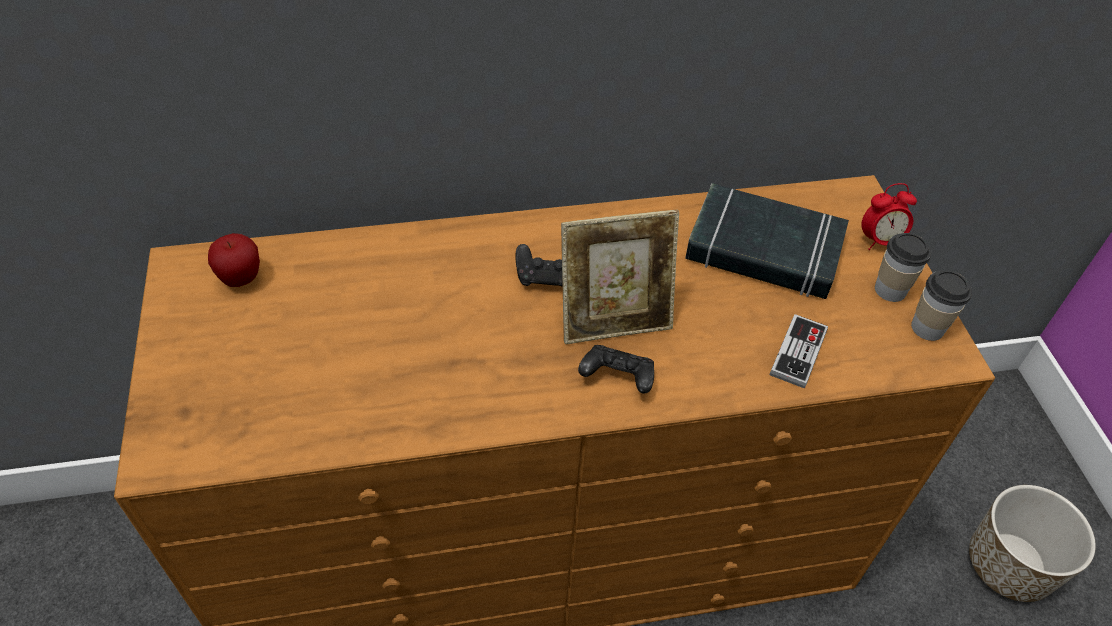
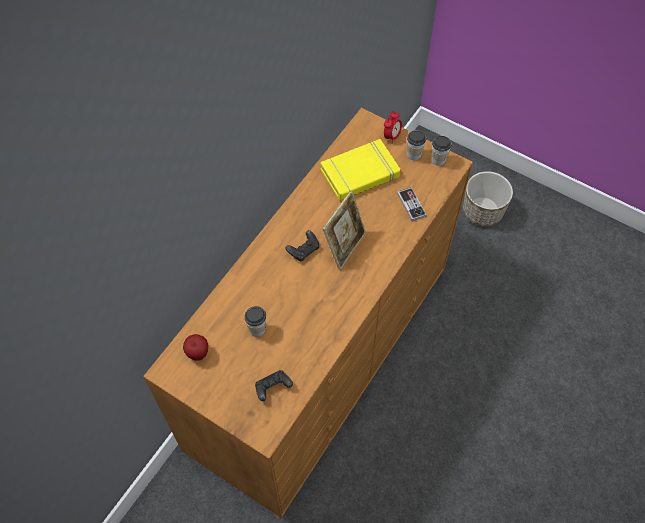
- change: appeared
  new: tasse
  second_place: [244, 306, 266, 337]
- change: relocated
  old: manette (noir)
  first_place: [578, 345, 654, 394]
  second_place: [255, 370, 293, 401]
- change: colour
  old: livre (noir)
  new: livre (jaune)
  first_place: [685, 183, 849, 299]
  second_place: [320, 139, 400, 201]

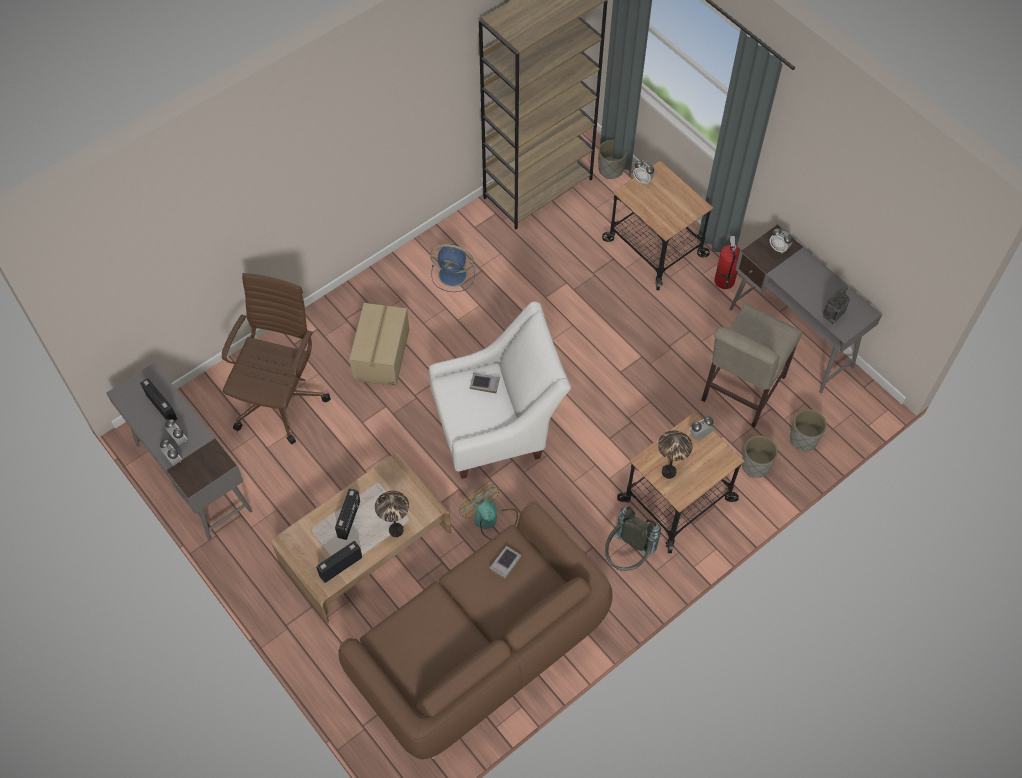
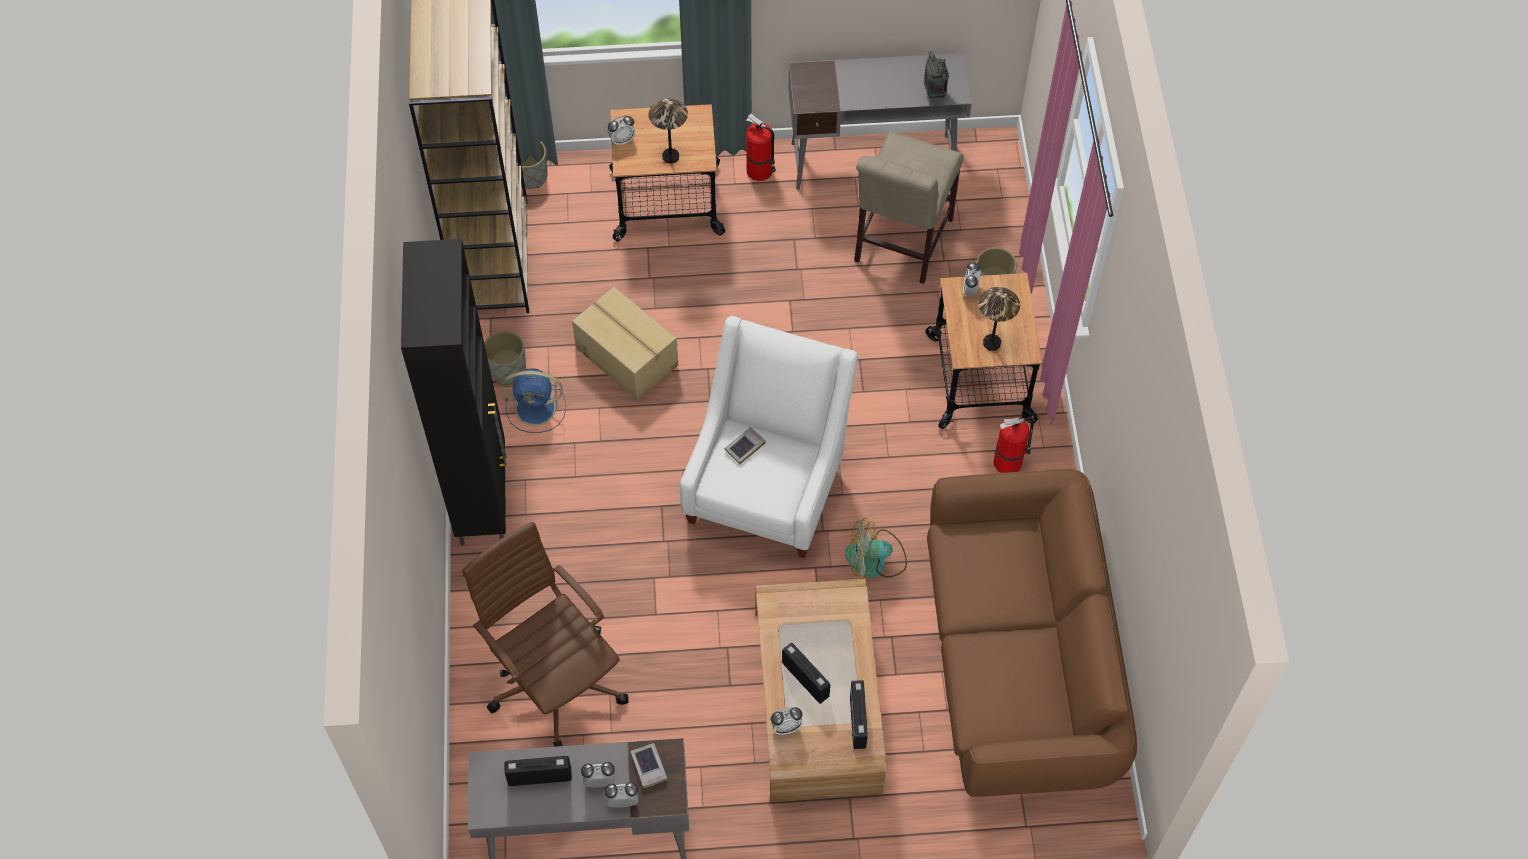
- change: appeared
  new: meuble de rangement (noir)
  second_place: [401, 239, 507, 545]
- change: relocated
  old: carton
  first_place: [349, 303, 409, 386]
  second_place: [572, 287, 678, 400]
- change: relocated
  old: lampe de table
  first_place: [375, 491, 409, 537]
  second_place: [649, 98, 688, 163]
- change: relocated
  old: livre
  first_place: [490, 546, 522, 579]
  second_place: [630, 743, 668, 788]
- change: relocated
  old: réveil
  first_place: [770, 228, 792, 253]
  second_place: [770, 707, 803, 735]
- change: relocated
  old: cache-pot (gris)
  first_place: [790, 409, 827, 451]
  second_place: [484, 330, 526, 384]
- change: exchanged
  old: sac à dos (gris)
  new: extincteur
  first_place: [605, 506, 661, 571]
  second_place: [994, 417, 1034, 473]
- change: spun
  old: ventilateur (bleu)
  first_place: [430, 244, 475, 292]
  second_place: [502, 368, 566, 433]
  degrees: 45
- change: spun
  old: chaise (beige)
  first_place: [701, 303, 803, 428]
  second_place: [854, 131, 963, 284]
  degrees: 45

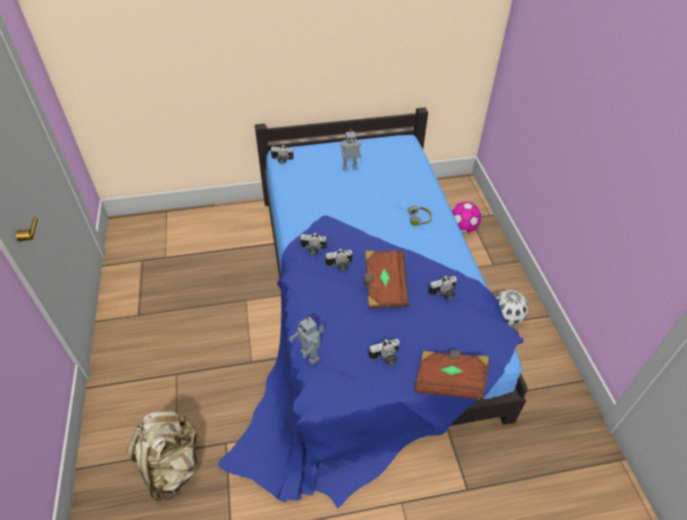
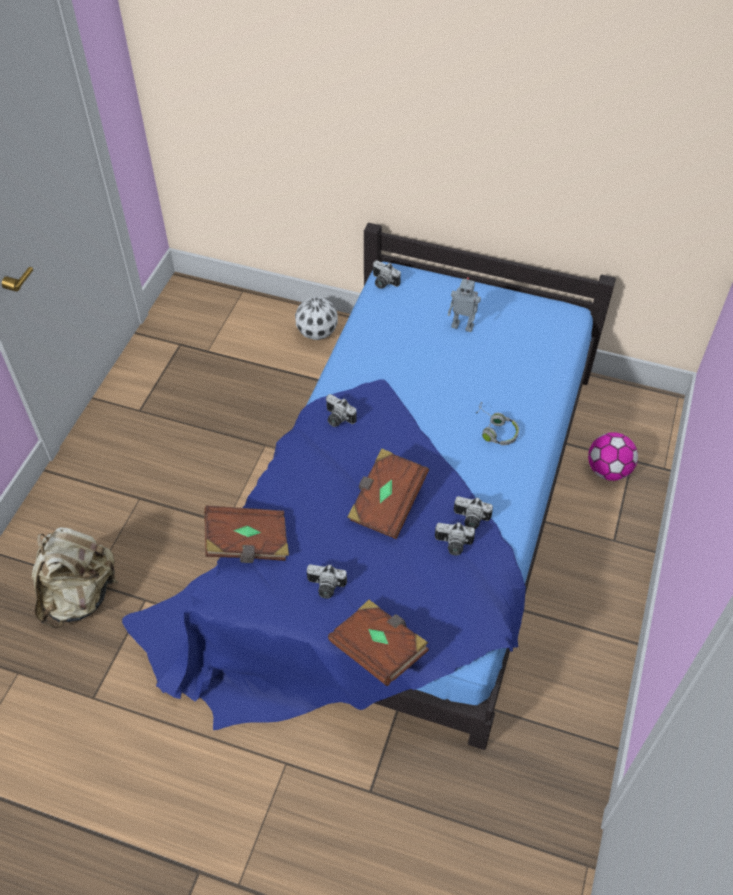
- change: relocated
  old: appareil photo
  first_place: [325, 249, 352, 272]
  second_place: [454, 496, 493, 529]
- change: relocated
  old: ballon de foot
  first_place: [495, 290, 529, 326]
  second_place: [295, 297, 338, 340]
- change: exchanged
  old: robot jouet
  new: livre (marron)
  first_place: [290, 317, 324, 365]
  second_place: [204, 505, 289, 563]

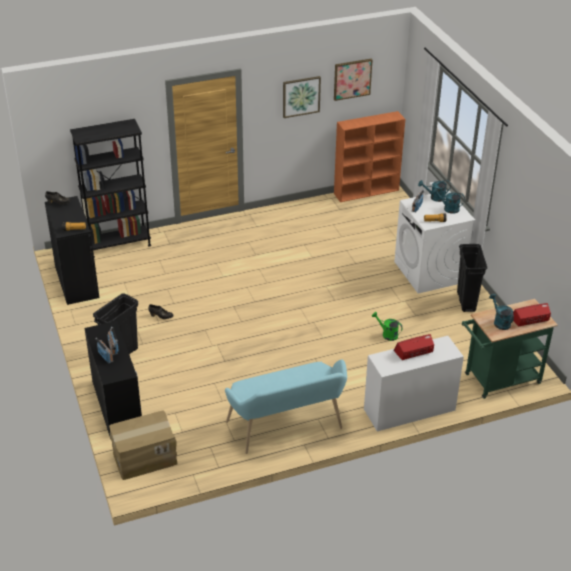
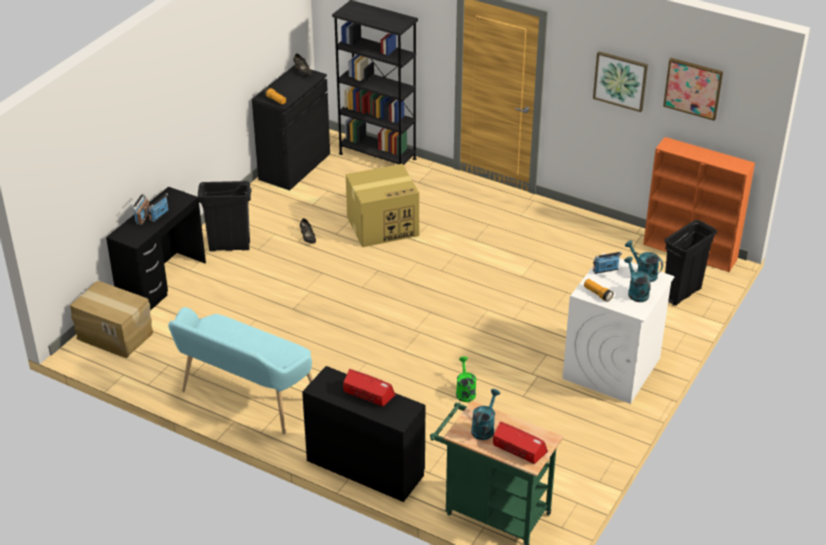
- change: appeared
  new: carton
  second_place: [346, 164, 419, 247]
- change: relocated
  old: poubelle (noir)
  first_place: [457, 244, 487, 312]
  second_place: [664, 220, 717, 306]
- change: colour
  old: bureau (blanc)
  new: bureau (noir)
  first_place: [364, 336, 464, 431]
  second_place: [302, 366, 426, 502]

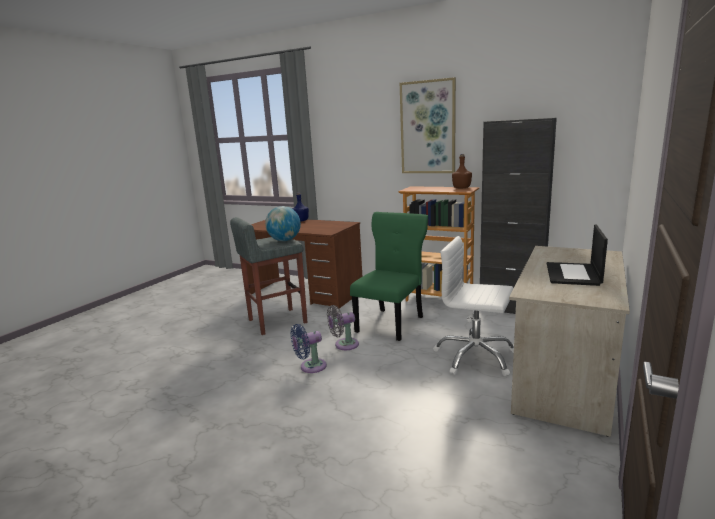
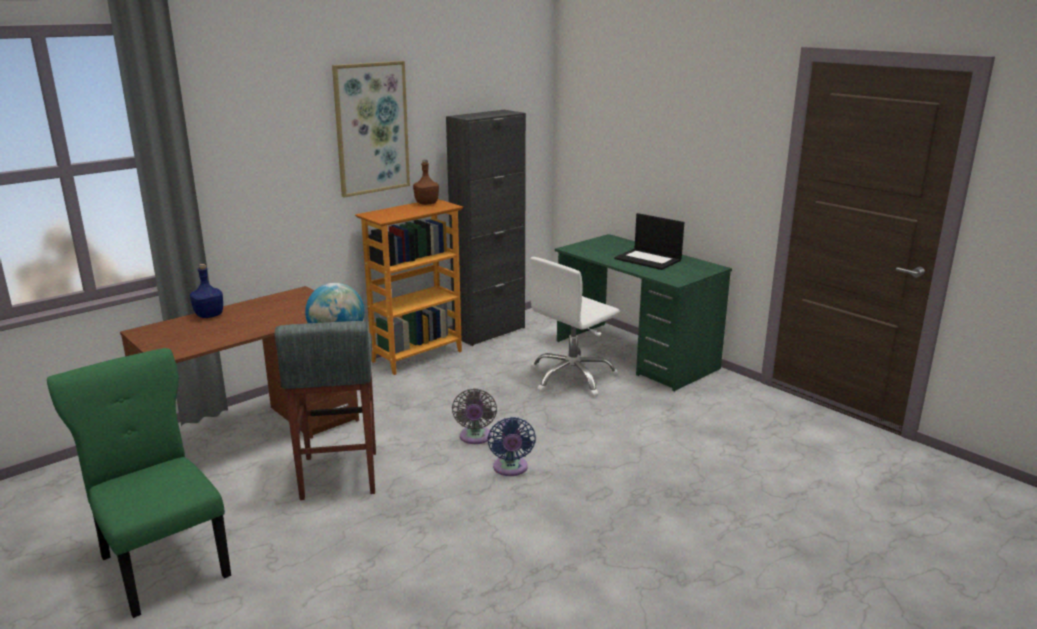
- change: relocated
  old: chaise (vert)
  first_place: [350, 212, 428, 341]
  second_place: [47, 348, 231, 618]
- change: colour
  old: bureau (beige)
  new: bureau (vert)
  first_place: [509, 246, 630, 437]
  second_place: [555, 234, 732, 391]

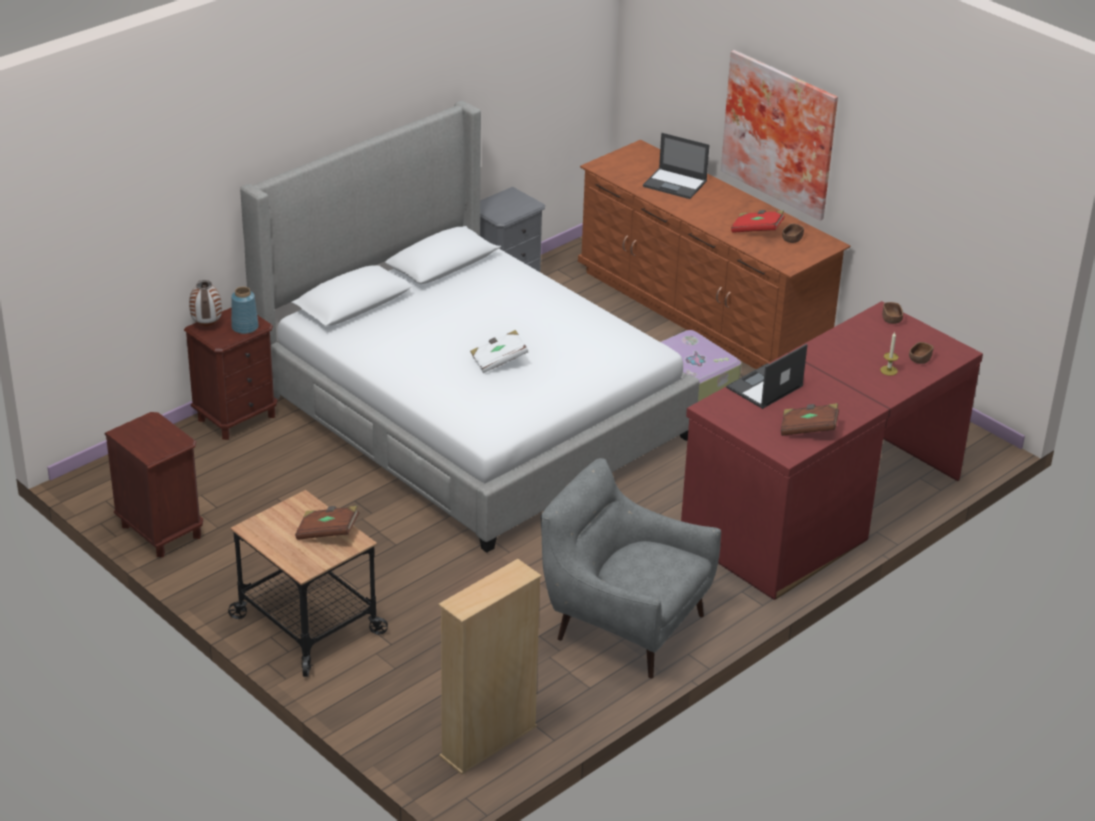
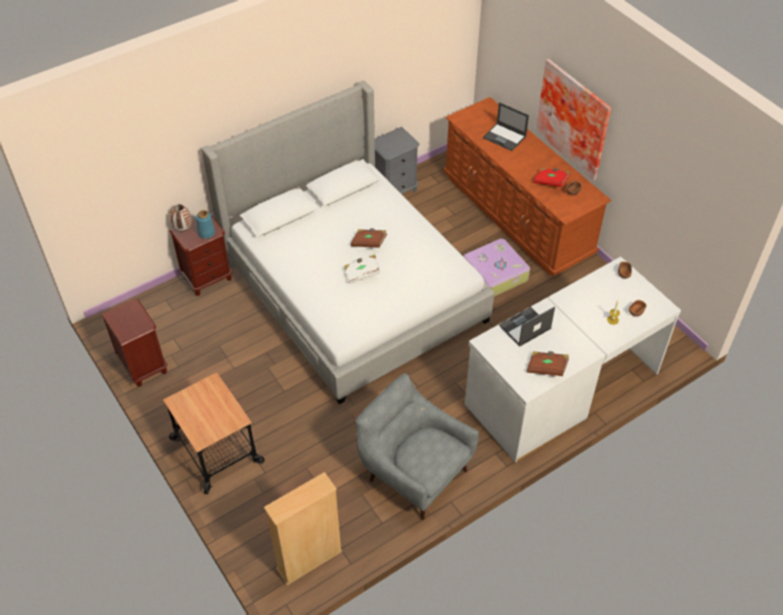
- change: relocated
  old: livre (marron)
  first_place: [295, 506, 359, 540]
  second_place: [350, 228, 387, 248]
- change: colour
  old: bureau (rouge)
  new: bureau (blanc)
  first_place: [681, 301, 983, 600]
  second_place: [465, 257, 681, 463]

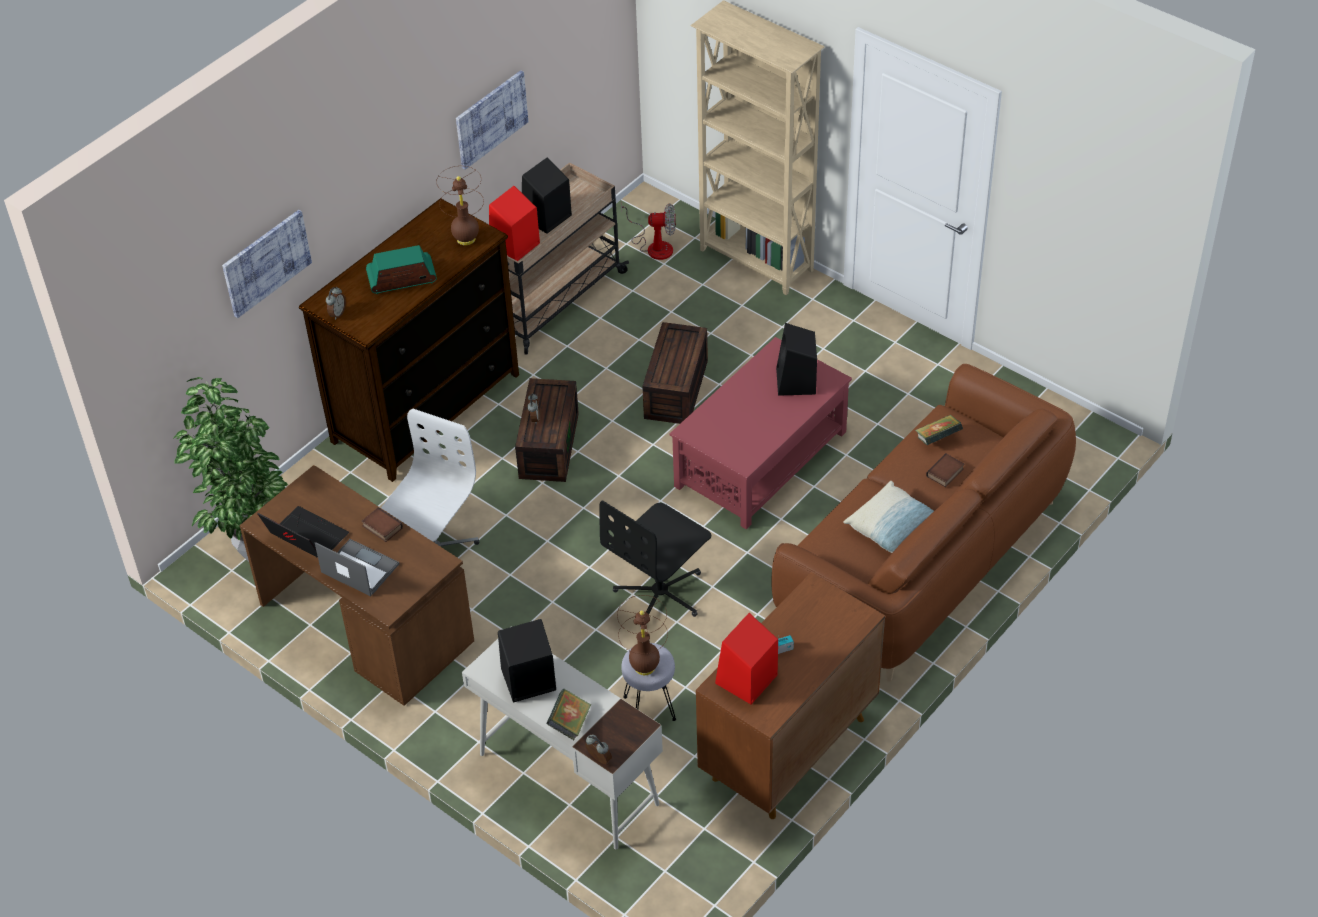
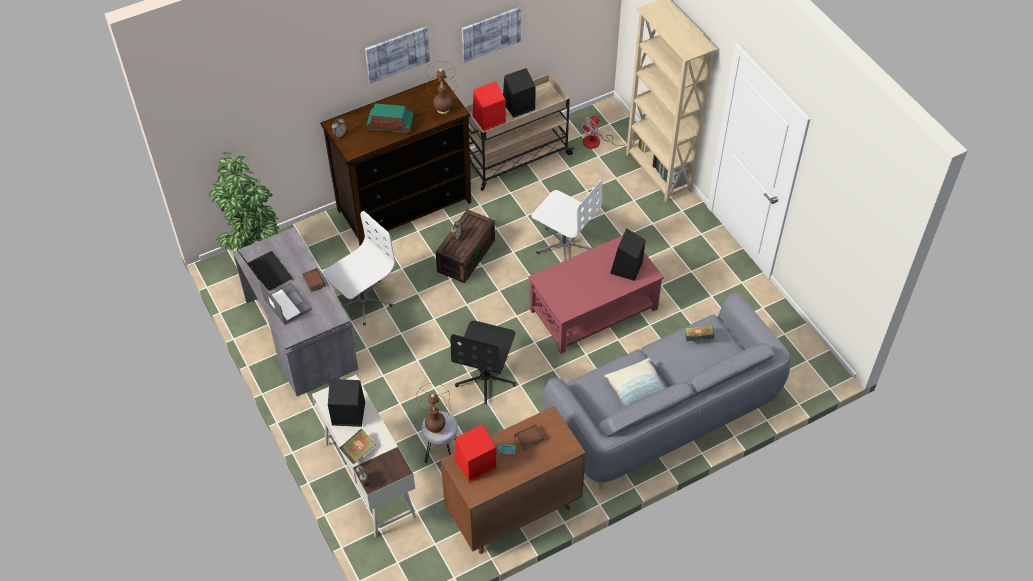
- change: relocated
  old: tableau
  first_place: [222, 210, 312, 318]
  second_place: [365, 26, 430, 84]
- change: relocated
  old: livre
  first_place: [926, 453, 964, 487]
  second_place: [514, 425, 544, 450]
- change: exchanged
  old: boîte de rangement (marron)
  new: chaise de bureau (blanc)
  first_place: [642, 322, 708, 424]
  second_place: [531, 180, 602, 261]
- change: colour
  old: bureau (marron)
  new: bureau (gris)
  first_place: [240, 465, 474, 706]
  second_place: [233, 227, 358, 396]
- change: colour
  old: canapé (marron)
  new: canapé (gris)
  first_place: [771, 364, 1076, 682]
  second_place: [543, 293, 791, 489]
- change: spun
  old: chaise de bureau (noir)
  first_place: [599, 500, 711, 626]
  second_place: [450, 321, 516, 404]
  degrees: -45
- change: spun
  old: ventilateur
  first_place: [621, 200, 676, 260]
  second_place: [579, 116, 634, 149]
  degrees: 105

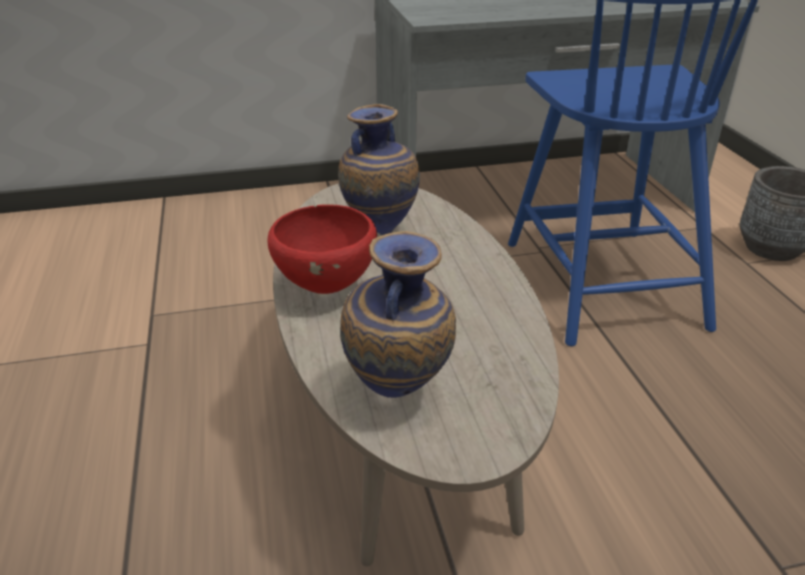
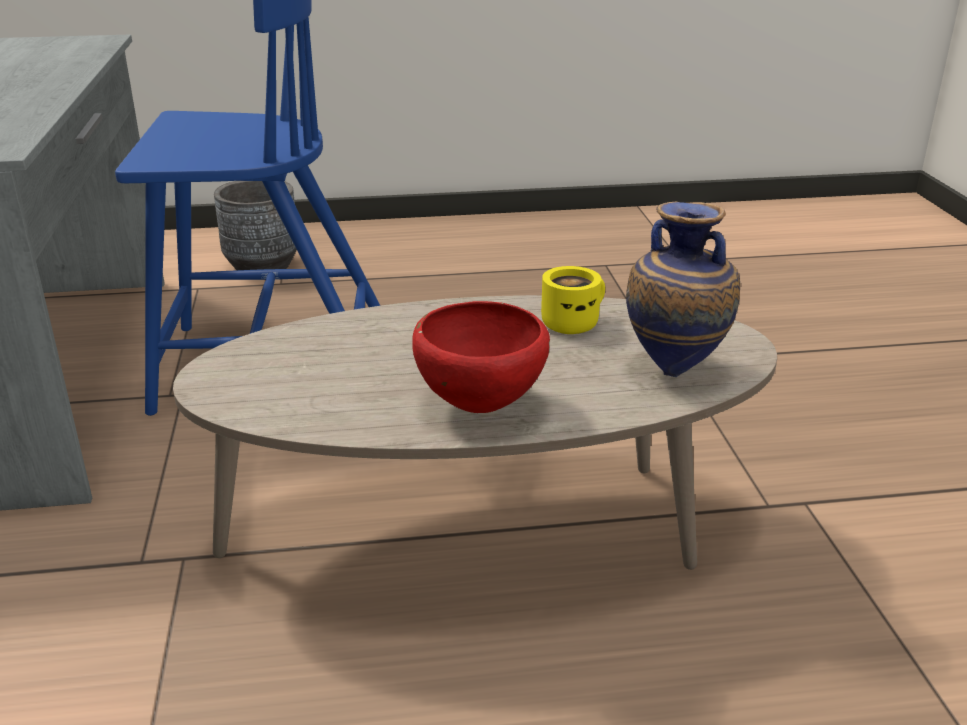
- change: missing
  old: vase
  first_place: [338, 104, 420, 236]
- change: appeared
  new: mug (jaune)
  second_place: [541, 266, 605, 334]

